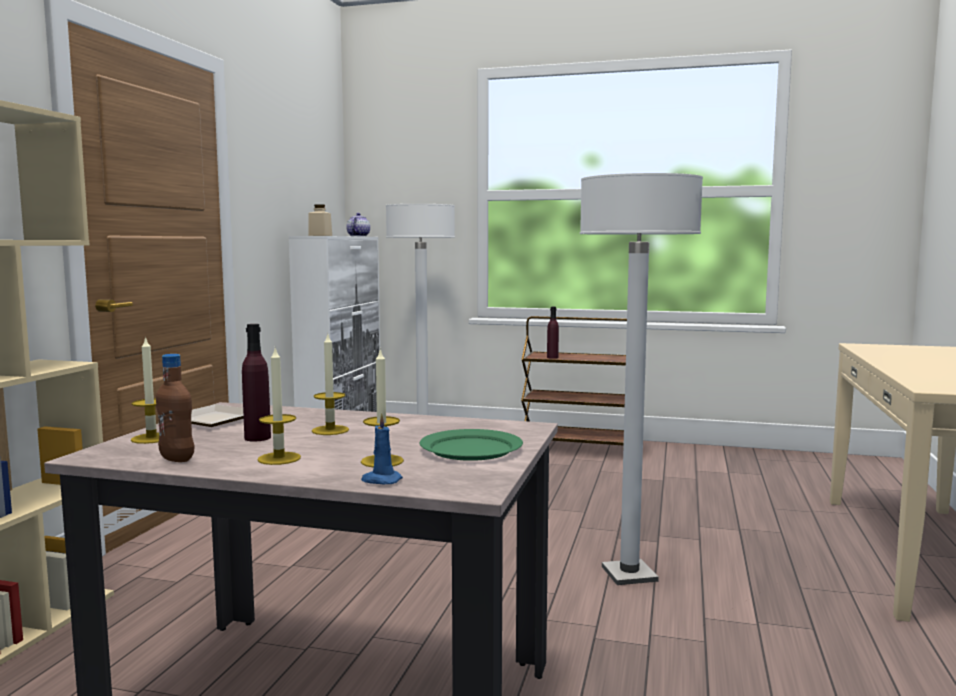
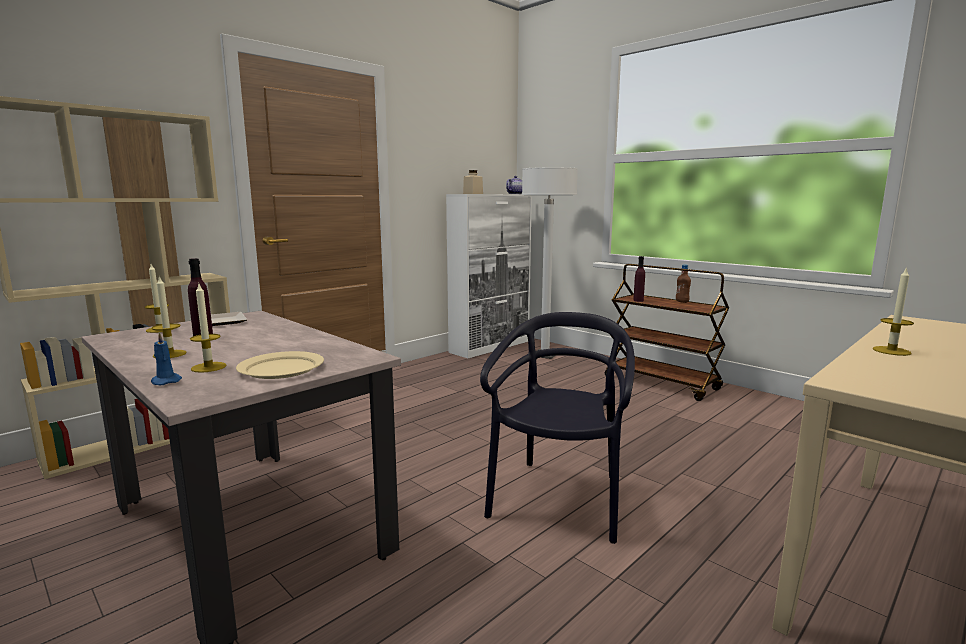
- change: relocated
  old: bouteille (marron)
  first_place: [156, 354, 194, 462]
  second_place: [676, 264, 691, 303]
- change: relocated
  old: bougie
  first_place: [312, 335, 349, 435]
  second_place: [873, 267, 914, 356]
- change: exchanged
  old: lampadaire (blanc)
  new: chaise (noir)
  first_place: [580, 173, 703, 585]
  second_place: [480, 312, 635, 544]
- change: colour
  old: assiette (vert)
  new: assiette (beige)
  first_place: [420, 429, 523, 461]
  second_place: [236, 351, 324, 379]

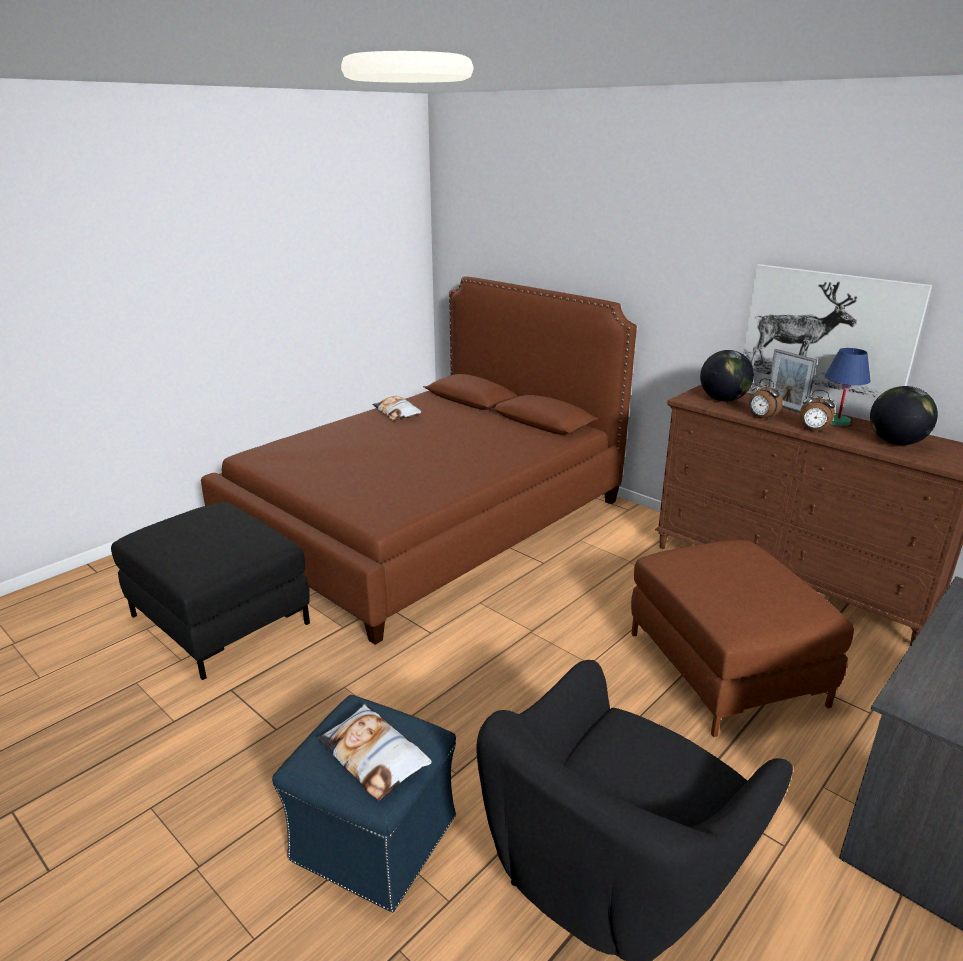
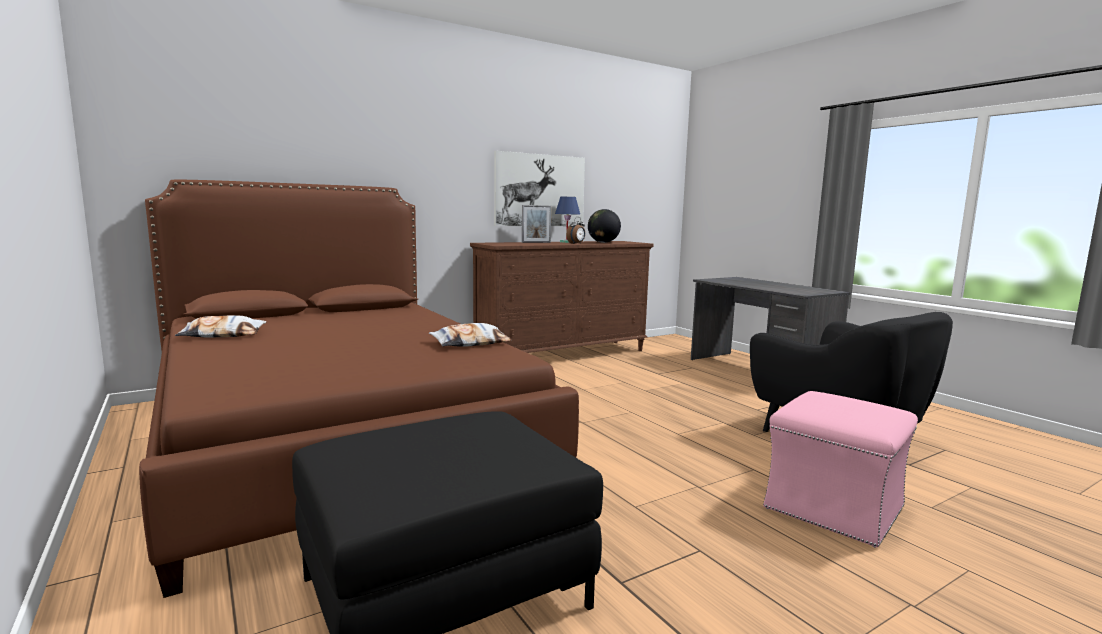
- change: missing
  old: pouf (marron)
  first_place: [631, 540, 854, 737]
- change: missing
  old: globe
  first_place: [700, 350, 754, 401]
- change: missing
  old: réveil
  first_place: [749, 378, 783, 421]
- change: relocated
  old: coussin
  first_place: [317, 704, 432, 801]
  second_place: [429, 323, 511, 347]
- change: colour
  old: pouf (bleu)
  new: pouf (rose)
  first_place: [272, 695, 456, 912]
  second_place: [763, 391, 918, 547]

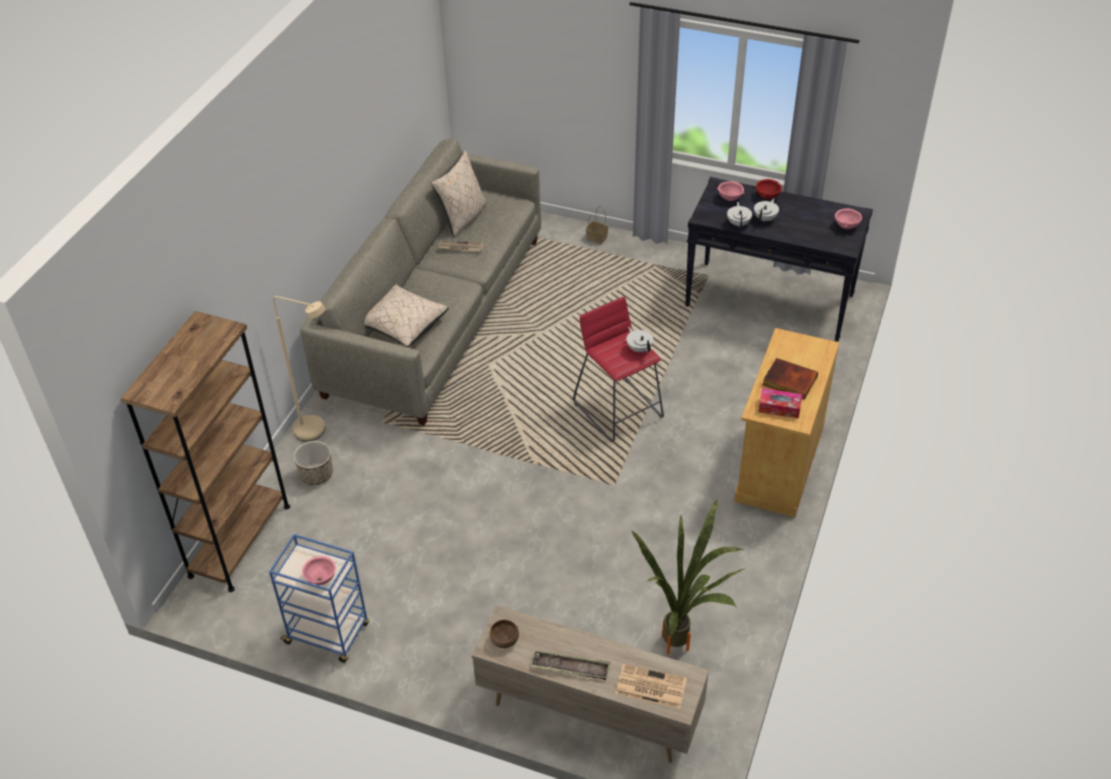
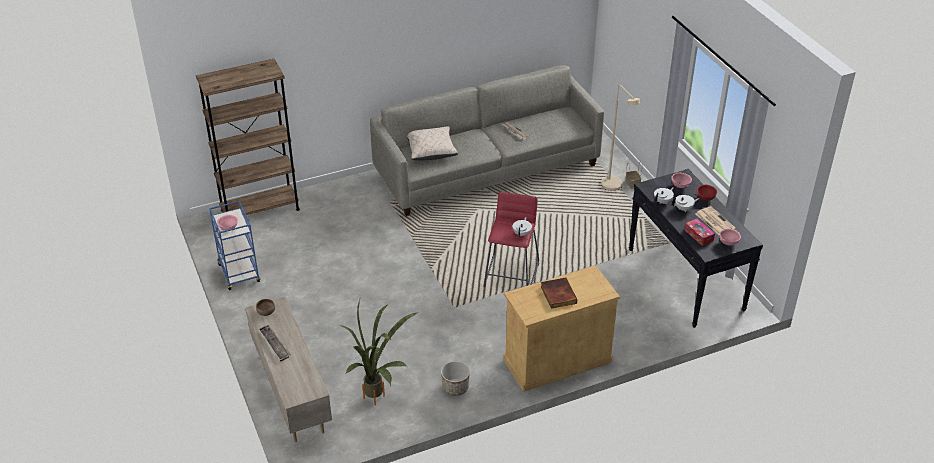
- change: missing
  old: coussin (beige)
  first_place: [431, 150, 487, 237]
- change: relocated
  old: lampadaire (beige)
  first_place: [273, 296, 325, 441]
  second_place: [601, 85, 640, 191]
- change: relocated
  old: cache-pot
  first_place: [293, 441, 333, 485]
  second_place: [441, 361, 470, 396]
- change: relocated
  old: journal
  first_place: [615, 664, 687, 709]
  second_place: [695, 206, 736, 235]
- change: relocated
  old: boîte à mouchoirs
  first_place: [758, 388, 802, 419]
  second_place: [685, 219, 715, 246]

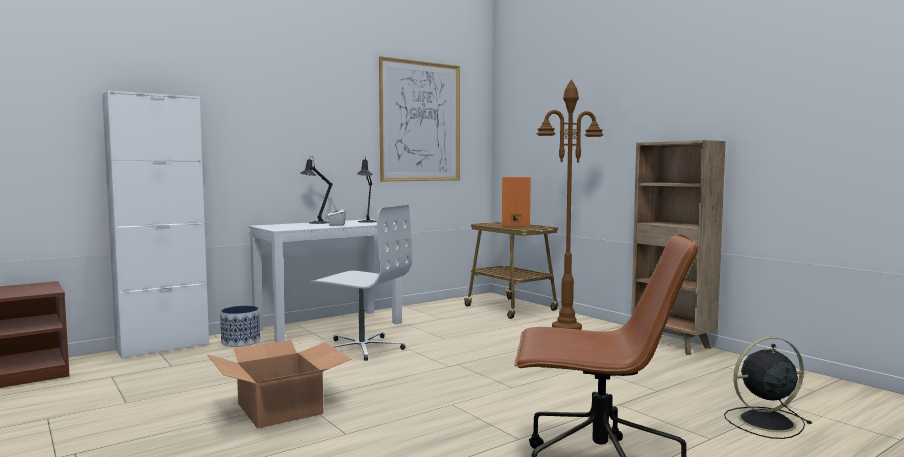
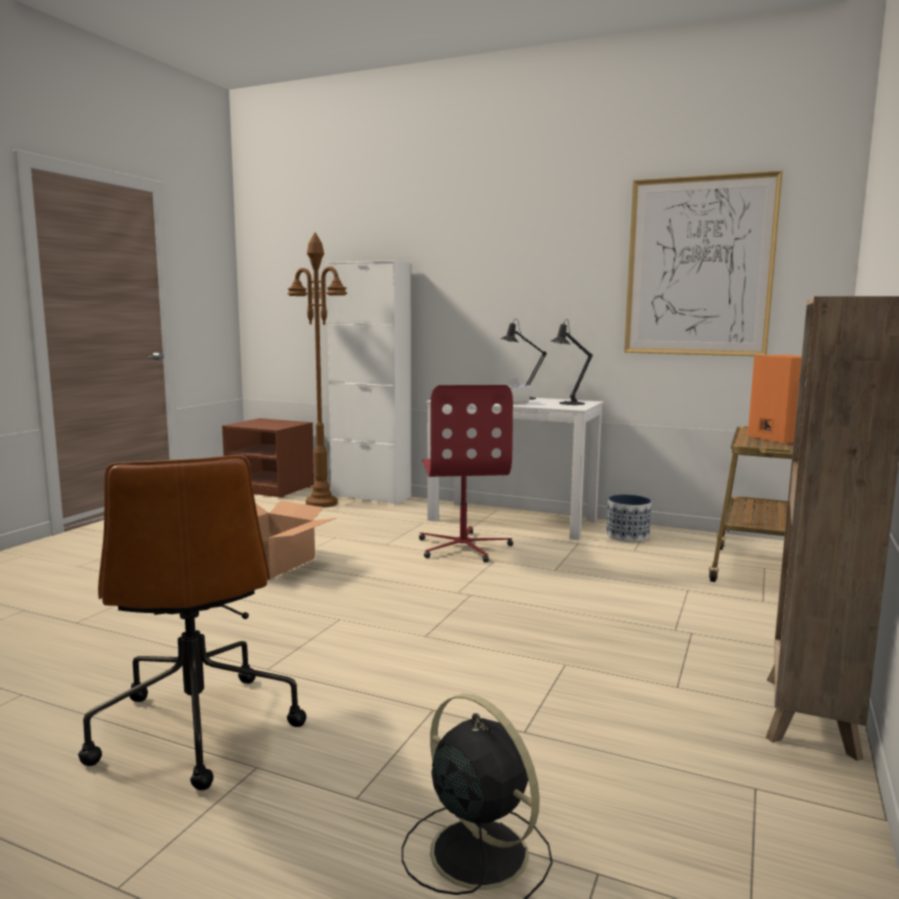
- change: relocated
  old: cache-pot
  first_place: [220, 306, 260, 347]
  second_place: [606, 494, 651, 542]
- change: relocated
  old: lampadaire (marron)
  first_place: [537, 79, 603, 330]
  second_place: [287, 233, 347, 508]
- change: colour
  old: chaise de bureau (blanc)
  new: chaise de bureau (rouge)
  first_place: [310, 205, 412, 361]
  second_place: [419, 385, 513, 562]

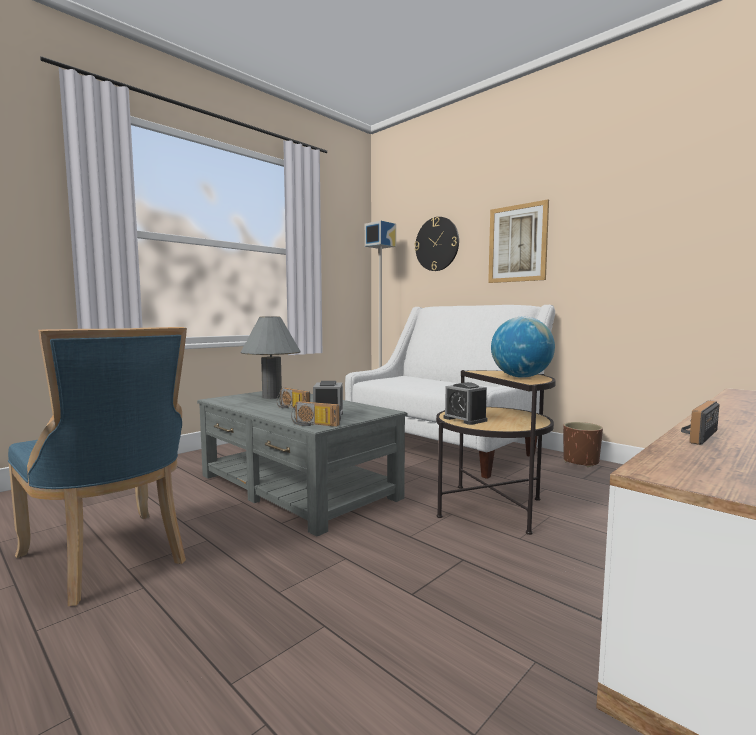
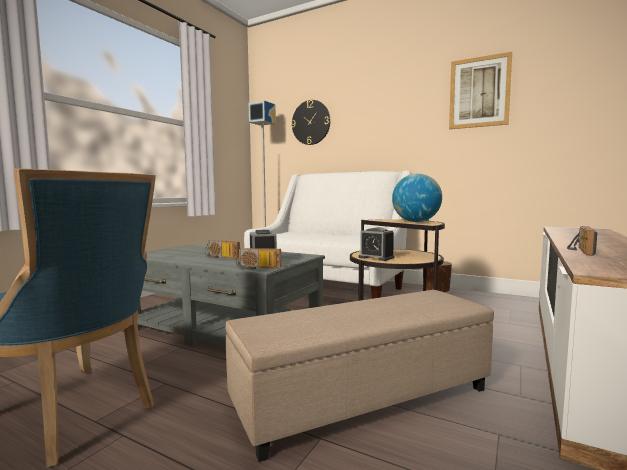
- change: missing
  old: lampe de table (gris)
  first_place: [240, 317, 301, 399]
- change: appeared
  new: pouf (beige)
  second_place: [225, 290, 494, 462]
- change: relocated
  old: tableau
  first_place: [488, 200, 549, 283]
  second_place: [449, 52, 512, 129]

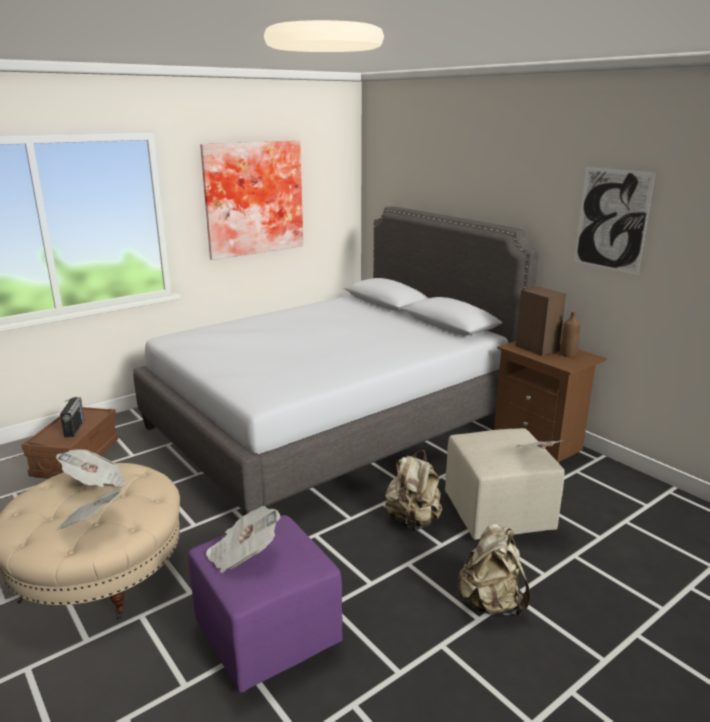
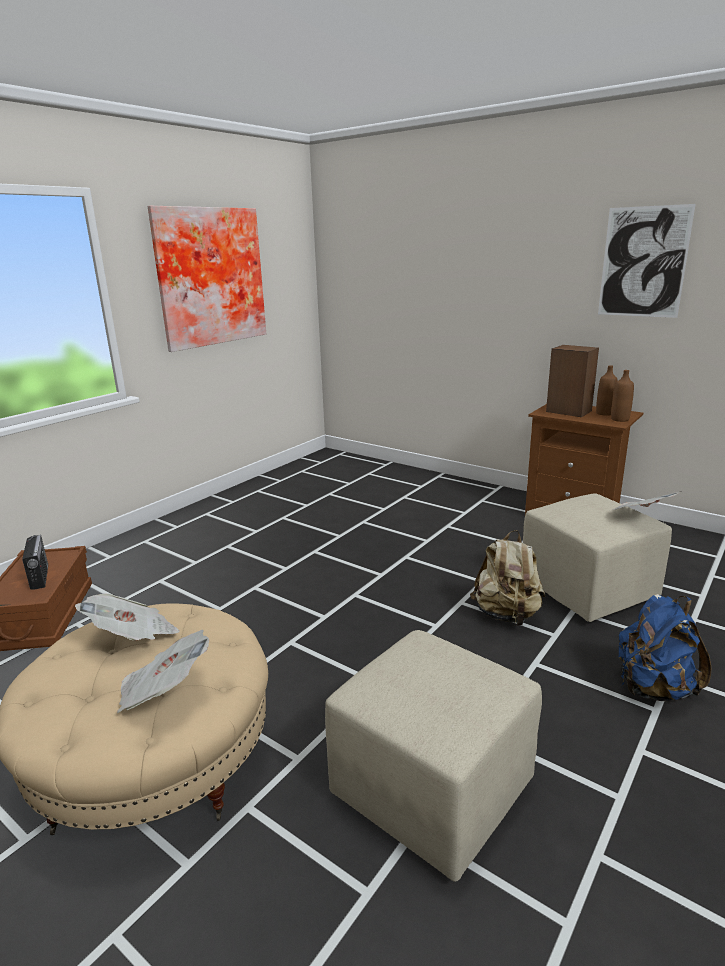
- change: missing
  old: lit (gris)
  first_place: [133, 206, 539, 515]
- change: missing
  old: journal
  first_place: [206, 506, 281, 573]
- change: appeared
  new: bouteille (marron)
  second_place: [611, 370, 634, 422]
- change: colour
  old: pouf (violet)
  new: pouf (beige)
  first_place: [188, 515, 343, 693]
  second_place: [325, 630, 542, 882]
- change: colour
  old: sac à dos (beige)
  new: sac à dos (bleu)
  first_place: [457, 524, 531, 616]
  second_place: [618, 594, 711, 701]

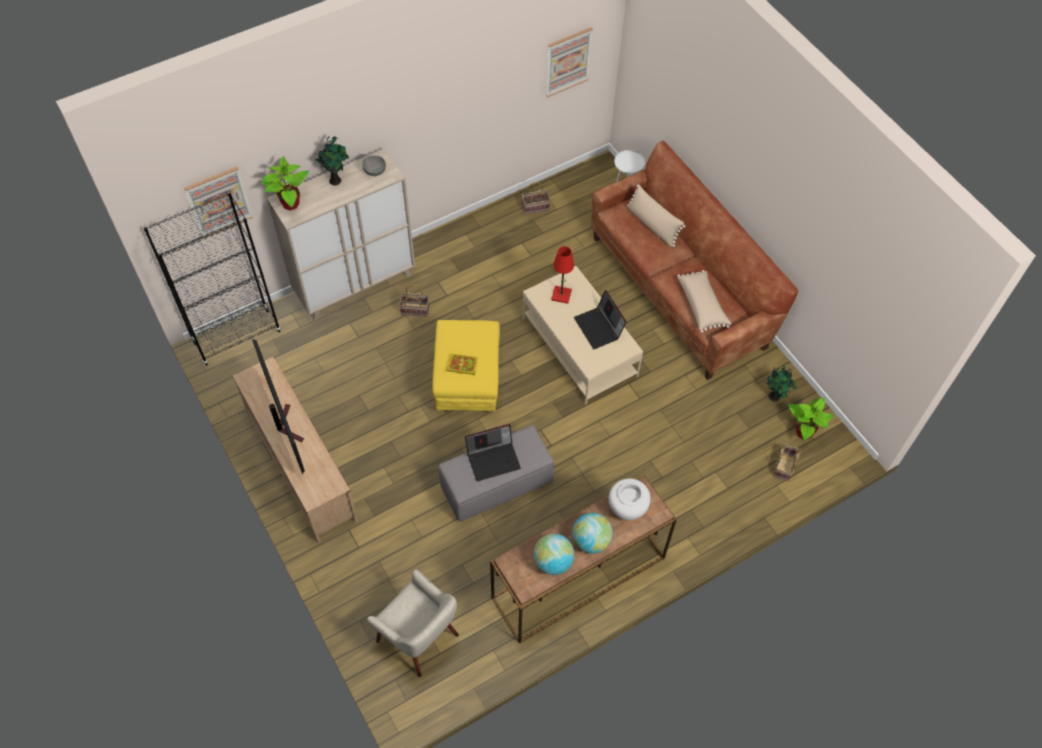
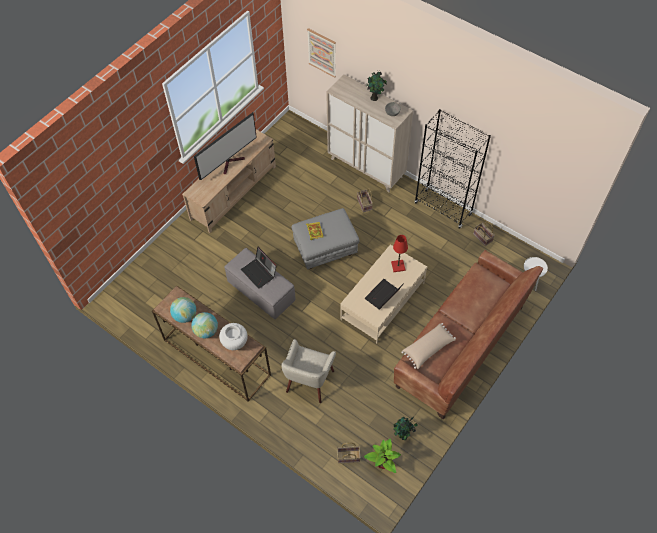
- change: missing
  old: plante en pot
  first_place: [261, 156, 309, 211]
- change: missing
  old: tableau
  first_place: [546, 27, 593, 97]
- change: missing
  old: coussin (beige)
  first_place: [627, 185, 685, 247]
- change: relocated
  old: bibliothèque (noir)
  first_place: [144, 192, 281, 366]
  second_place: [414, 109, 491, 229]
- change: relocated
  old: fauteuil (beige)
  first_place: [367, 569, 459, 677]
  second_place: [282, 339, 336, 403]
- change: colour
  old: pouf (jaune)
  new: pouf (gris)
  first_place: [432, 320, 500, 412]
  second_place: [291, 208, 359, 270]

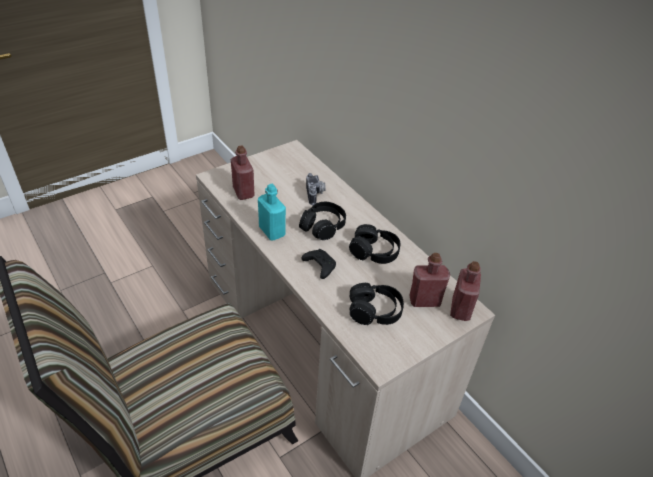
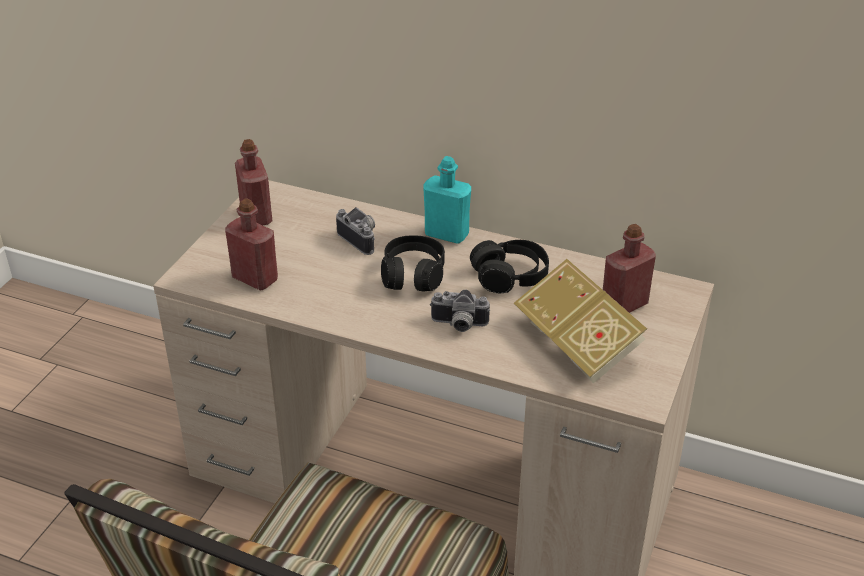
- change: relocated
  old: bouteille (turquoise)
  first_place: [258, 184, 286, 240]
  second_place: [423, 156, 471, 244]
- change: relocated
  old: bouteille (rouge)
  first_place: [450, 261, 481, 321]
  second_place: [235, 139, 272, 225]
- change: exchanged
  old: manette (noir)
  new: appareil photo
  first_place: [301, 249, 336, 279]
  second_place: [430, 290, 490, 332]
- change: exchanged
  old: casque audio (noir)
  new: livre
  first_place: [350, 283, 404, 325]
  second_place: [514, 259, 647, 383]

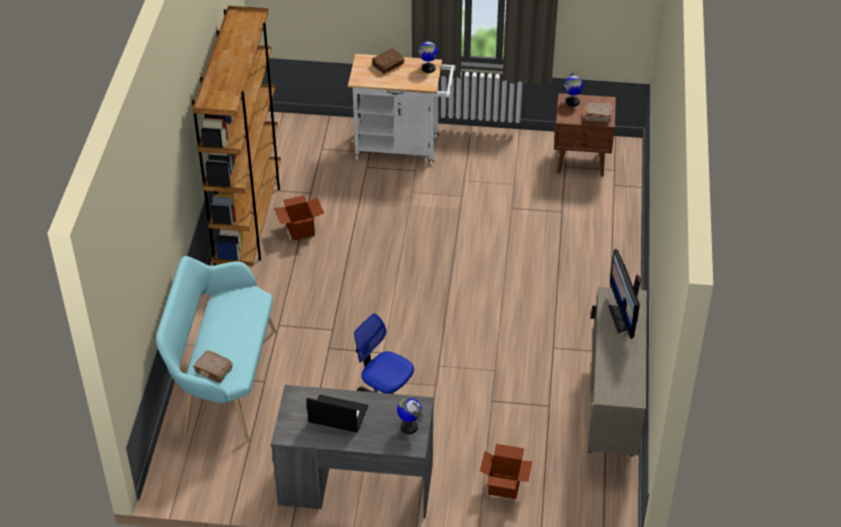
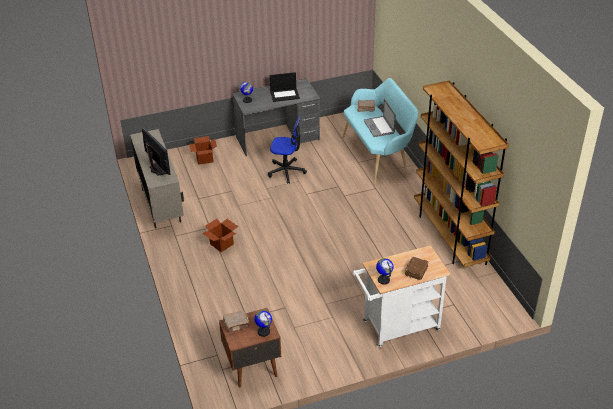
- change: appeared
  new: ordinateur portable
  second_place: [363, 98, 396, 137]
- change: relocated
  old: carton
  first_place: [274, 195, 324, 241]
  second_place: [203, 219, 238, 252]

